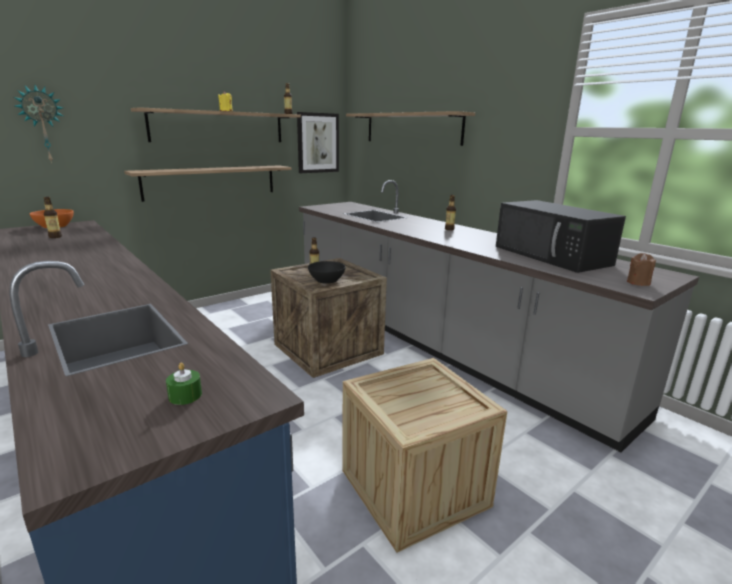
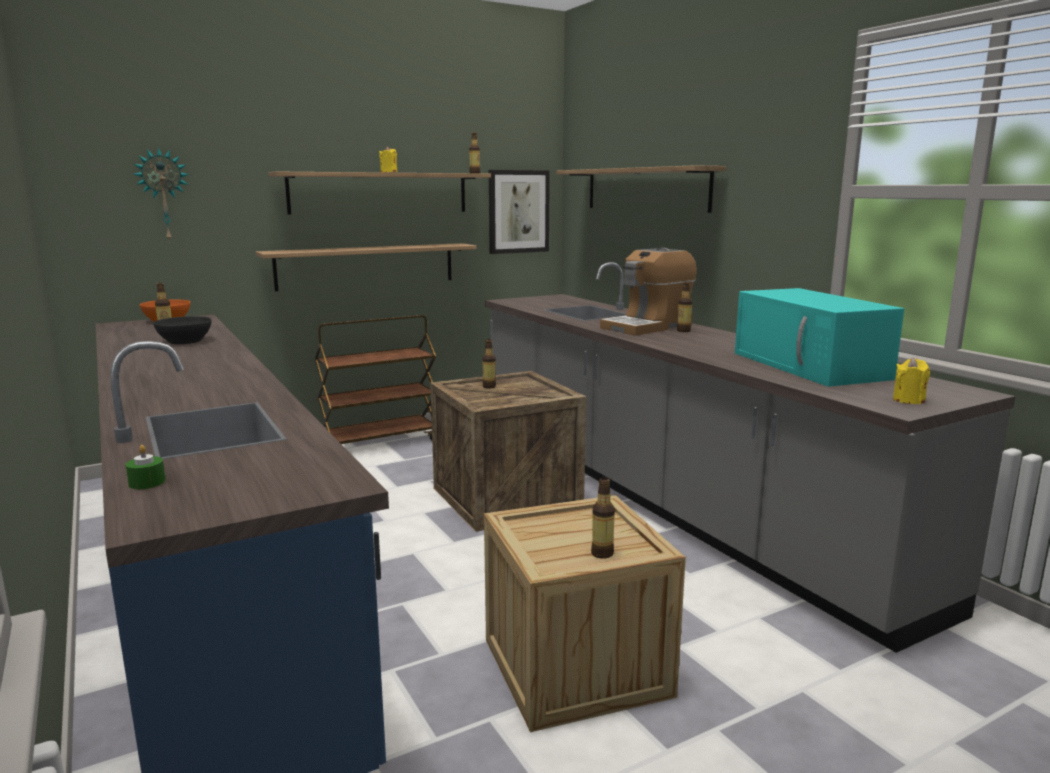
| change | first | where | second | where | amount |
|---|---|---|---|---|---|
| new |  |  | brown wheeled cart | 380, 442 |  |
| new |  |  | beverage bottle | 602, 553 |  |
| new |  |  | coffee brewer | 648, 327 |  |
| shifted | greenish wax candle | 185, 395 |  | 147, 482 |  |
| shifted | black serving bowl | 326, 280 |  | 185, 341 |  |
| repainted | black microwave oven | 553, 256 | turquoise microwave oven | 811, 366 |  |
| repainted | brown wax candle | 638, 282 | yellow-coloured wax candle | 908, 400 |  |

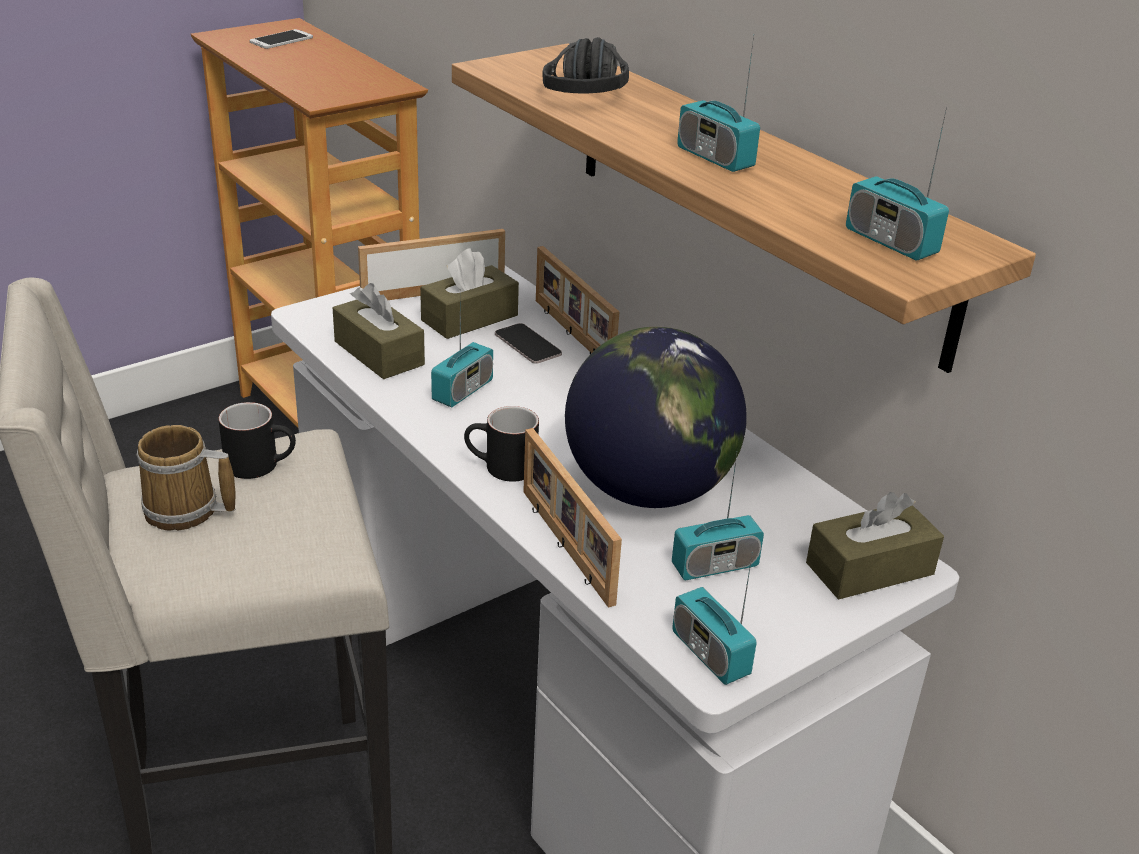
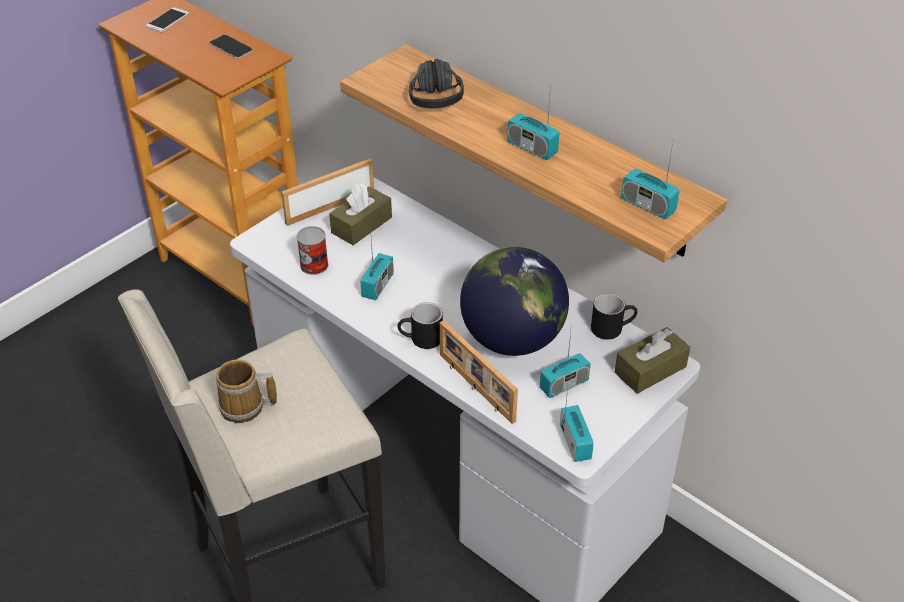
| change | first | where | second | where | amount |
|---|---|---|---|---|---|
| gone | photo frame | 571, 334 |  |  |  |
| shifted | black tea mug | 262, 464 |  | 612, 327 |  |
| shifted | phone | 527, 344 |  | 231, 47 |  |
| swapped | brown tissue holder | 379, 353 | sealed can | 314, 265 |  |
| rotated | radio set | 710, 654 |  | 575, 442 | 150 degrees counterclockwise |

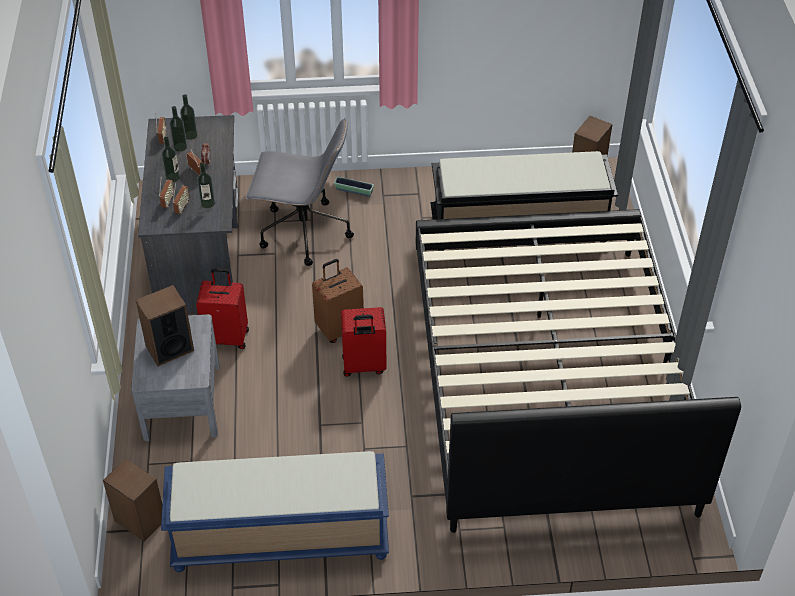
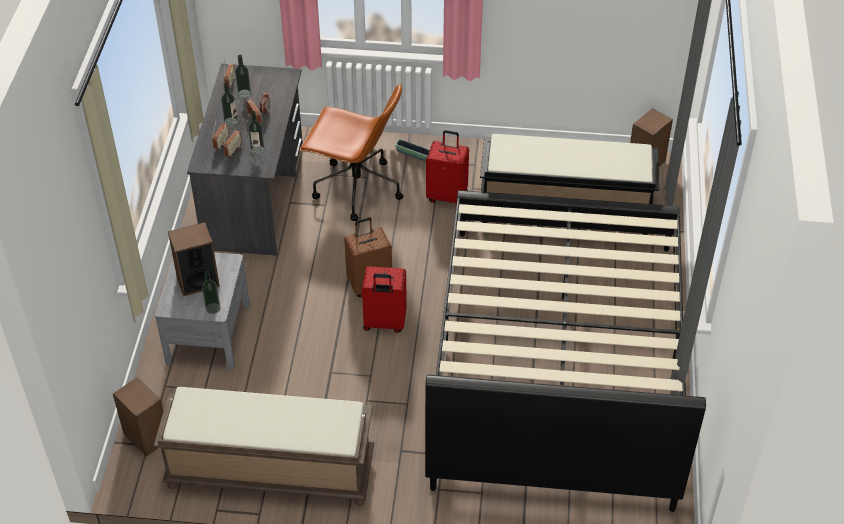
| change | first | where | second | where | amount |
|---|---|---|---|---|---|
| shifted | beverage bottle | 190, 135 |  | 213, 308 |  |
| shifted | red travel case | 227, 337 |  | 447, 196 |  |
| repainted | blue long seat | 279, 538 | brown long seat | 269, 471 |  |
| repainted | grey desk chair | 302, 232 | brown desk chair | 355, 188 |  |

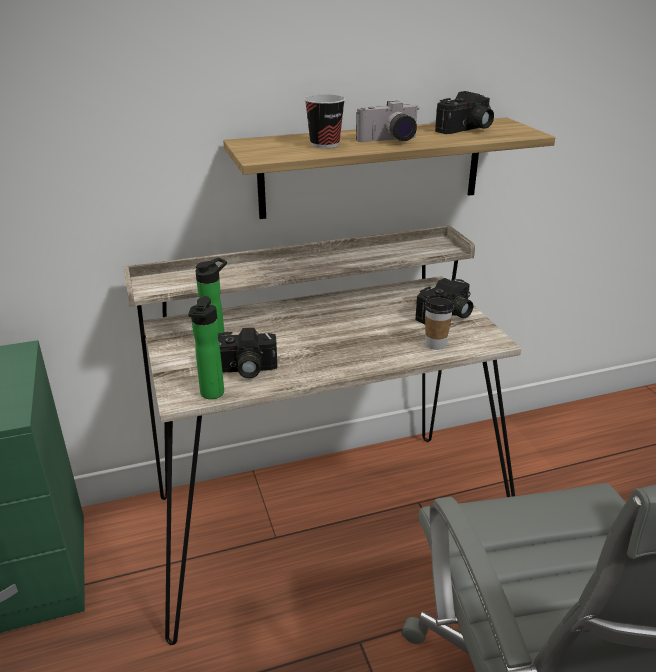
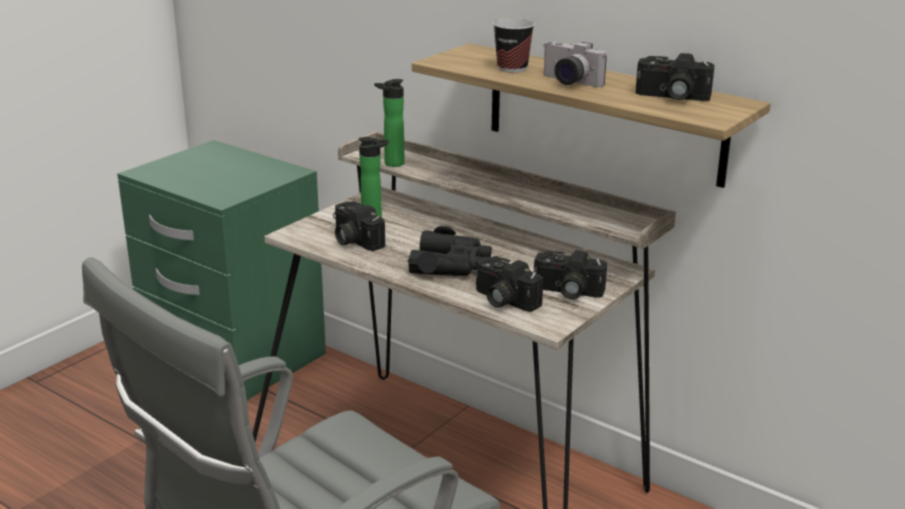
| change | first | where | second | where | amount |
|---|---|---|---|---|---|
| new |  |  | black pair of binoculars | 451, 265 |  |
| shifted | beverage bottle | 211, 395 |  | 391, 164 |  |
| swapped | small cup | 435, 344 | still camera | 502, 300 |  |

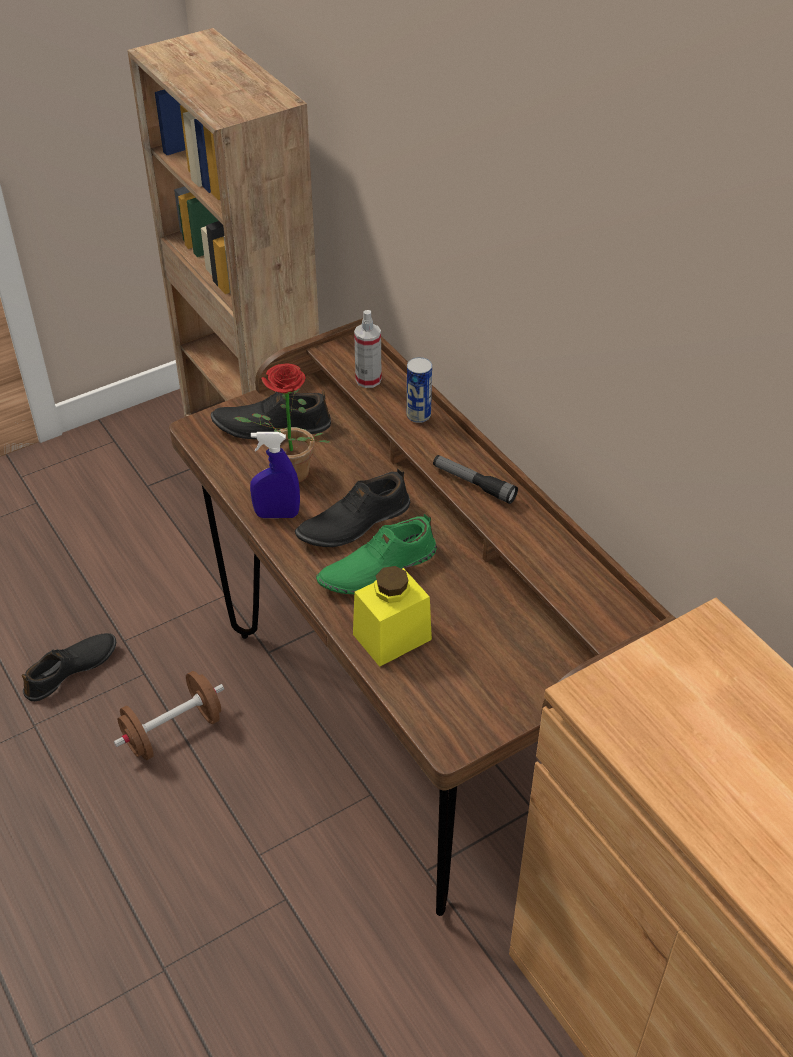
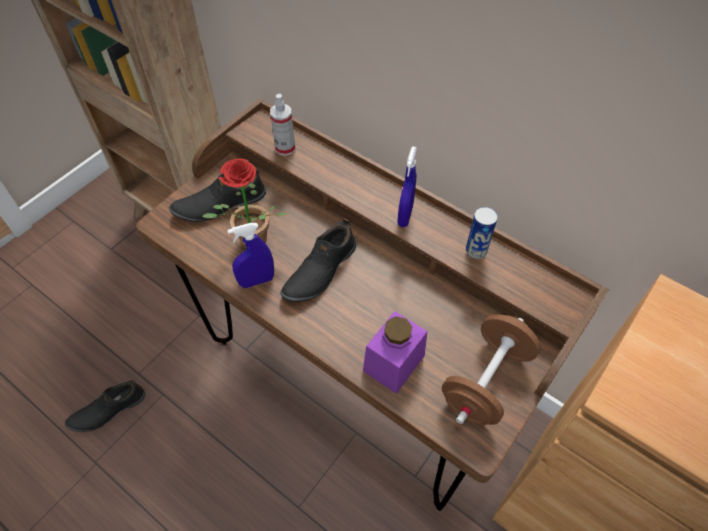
| change | first | where | second | where | amount |
|---|---|---|---|---|---|
| gone | greenish low shoe | 377, 568 |  |  |  |
| shifted | brown free weight | 173, 731 |  | 486, 381 |  |
| shifted | sealed can | 418, 415 |  | 476, 251 |  |
| swapped | torch | 473, 484 | blue spray bottle | 405, 215 |  |
| repainted | yellow-coloured preserve jar | 392, 637 | purplish preserve jar | 393, 363 |  |
| rotated | black low shoe | 71, 671 |  | 107, 409 | 150 degrees counterclockwise |

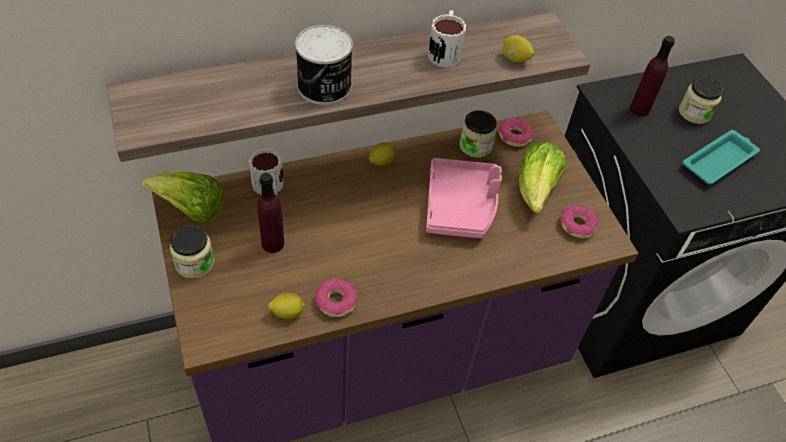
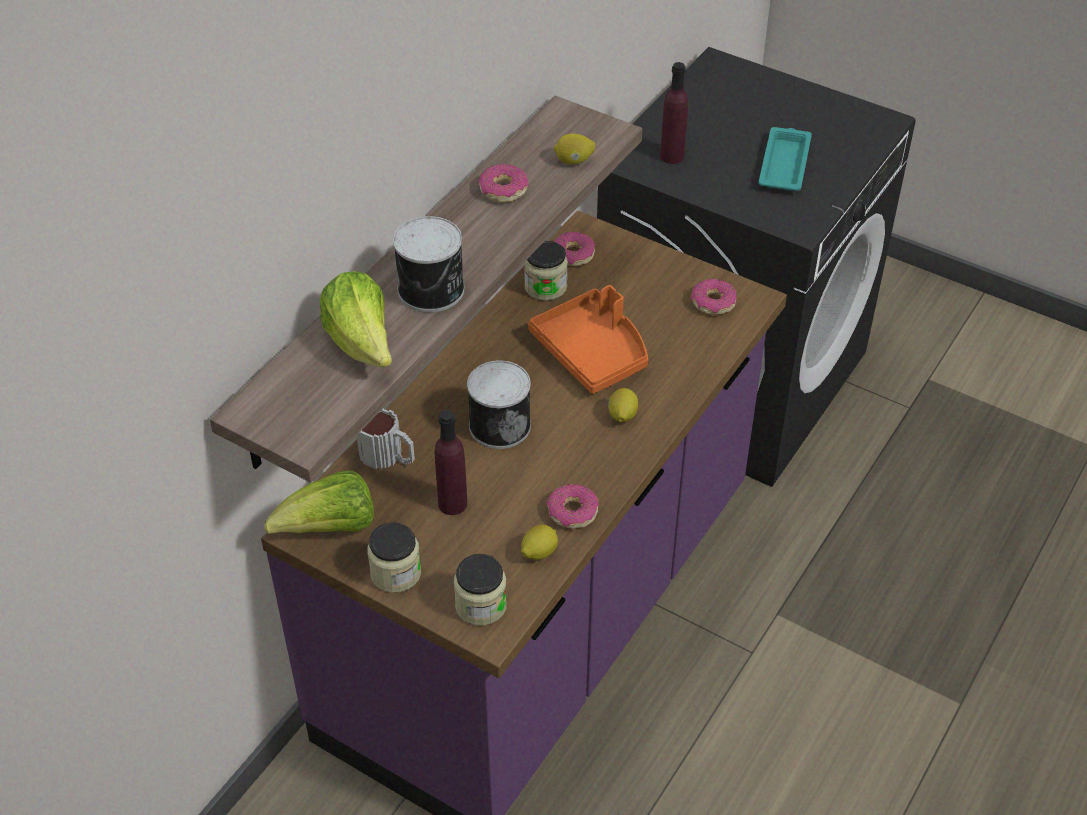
| change | first | where | second | where | amount |
|---|---|---|---|---|---|
| new |  |  | sealed can | 499, 424 |  |
| shifted | citrus fruit | 381, 162 |  | 622, 416 |  |
| shifted | lettuce | 536, 191 |  | 362, 344 |  |
| shifted | preserve jar | 694, 113 |  | 481, 605 |  |
| swapped | tea mug | 445, 51 | doughnut | 503, 190 |  |
| repainted | pinkish serving tray | 461, 206 | orangey serving tray | 593, 352 |  |

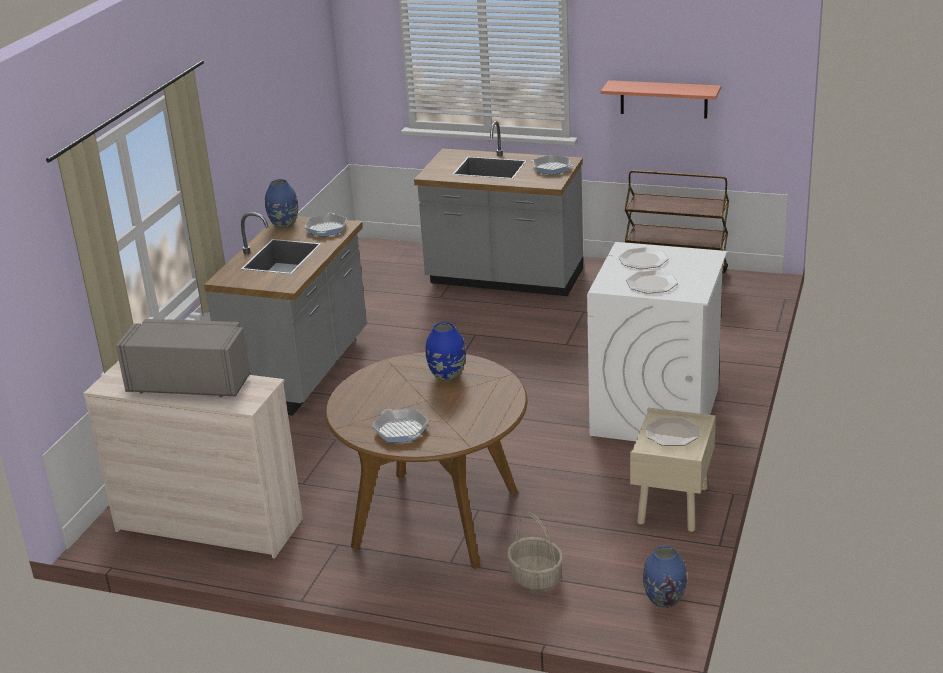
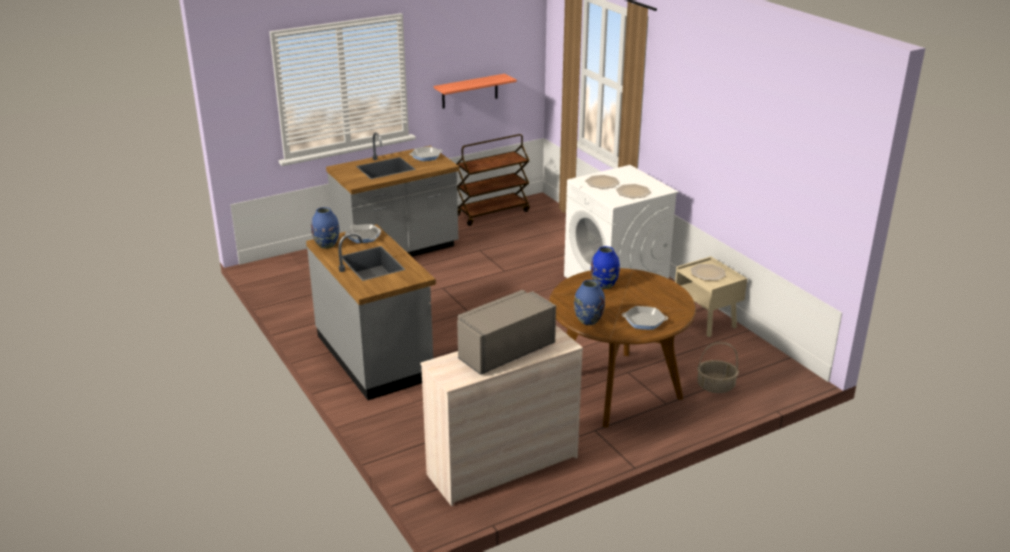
| change | first | where | second | where | amount |
|---|---|---|---|---|---|
| shifted | blue decorative vase | 664, 600 |  | 588, 320 |  |

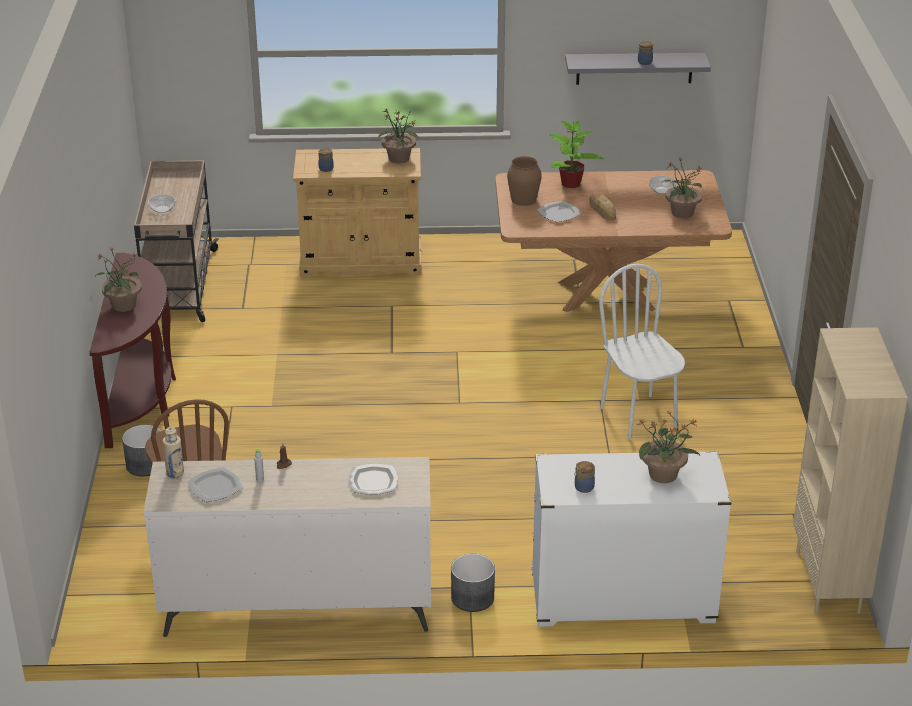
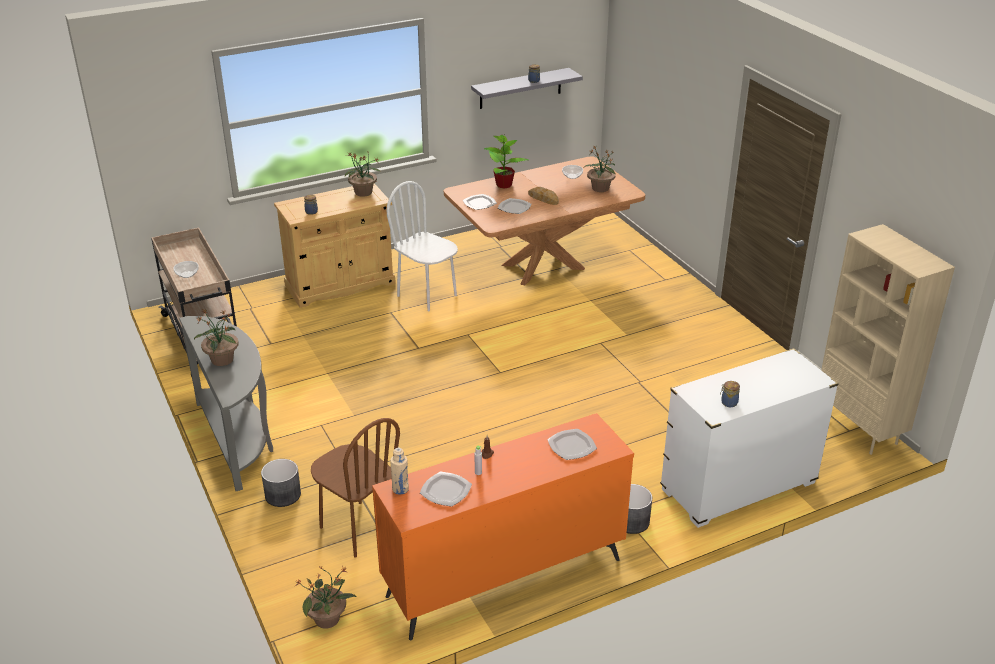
| change | first | where | second | where | amount |
|---|---|---|---|---|---|
| shifted | white-coloured chair | 639, 417 |  | 427, 295 |  |
| shifted | potted plant | 664, 475 |  | 328, 619 |  |
| swapped | brown decorative vase | 524, 199 | dinner plate | 480, 203 |  |
| repainted | brown hall table | 141, 398 | grey hall table | 237, 440 |  |
| repainted | beige-coloured chest of drawers | 296, 609 | orangey chest of drawers | 503, 577 |  |

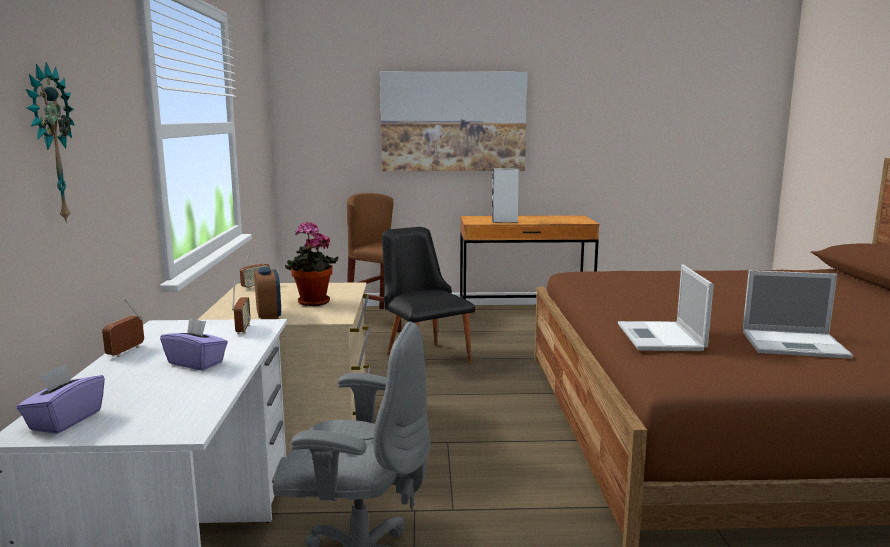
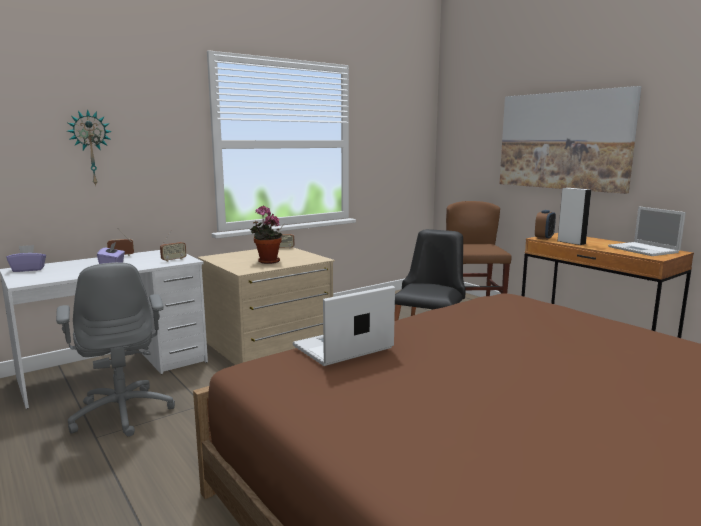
| change | first | where | second | where | amount |
|---|---|---|---|---|---|
| shifted | bedside clock | 269, 316 |  | 544, 238 |  |
| shifted | portable computer | 796, 344 |  | 644, 250 |  |

